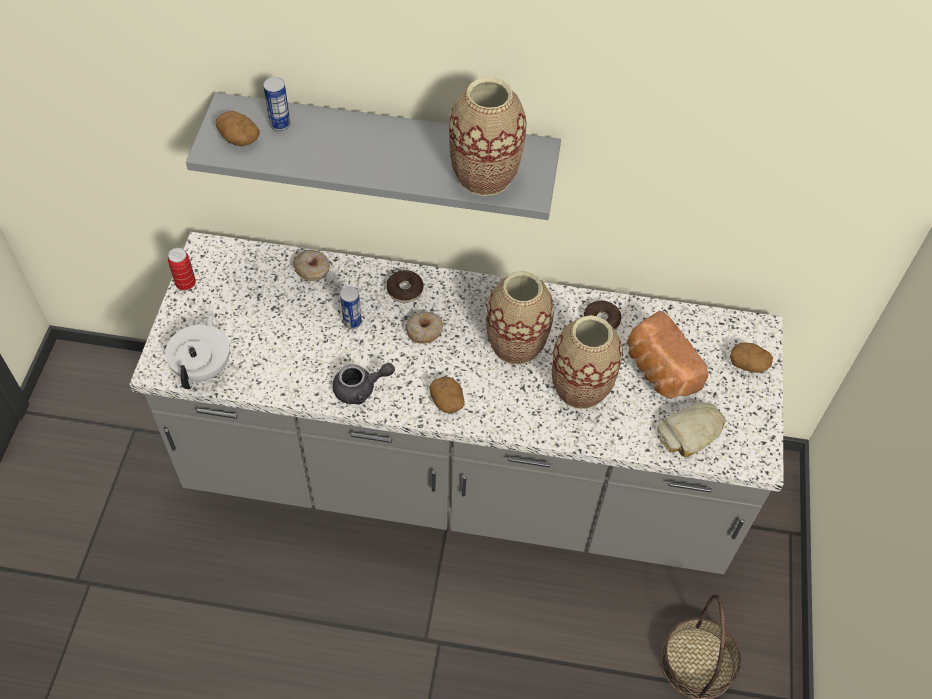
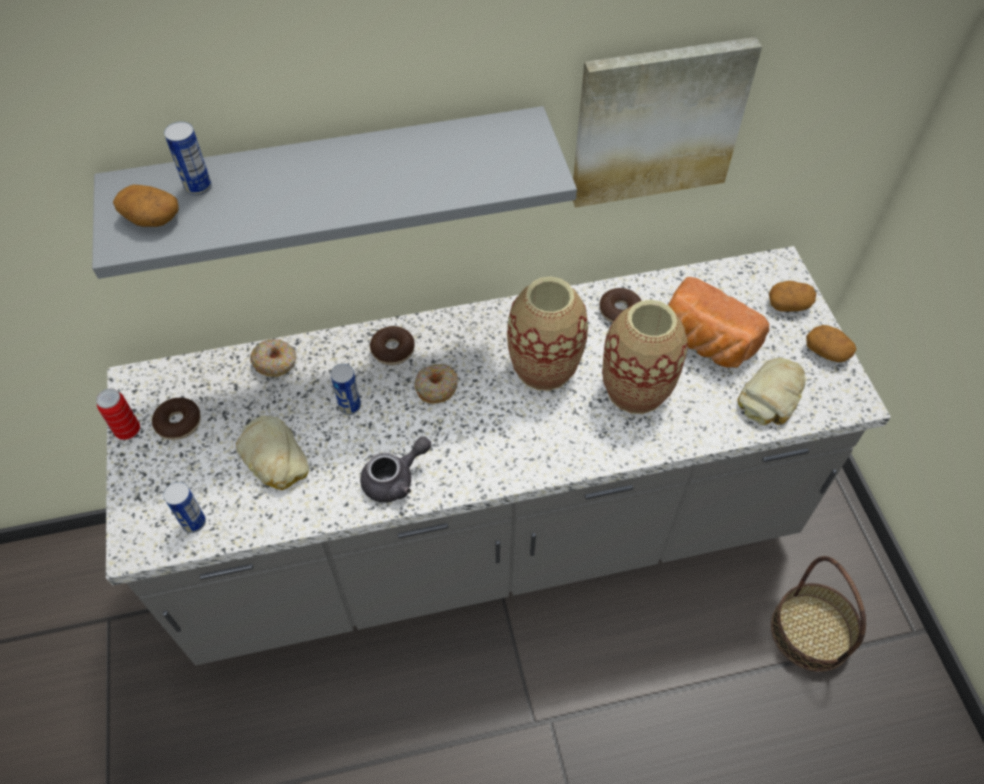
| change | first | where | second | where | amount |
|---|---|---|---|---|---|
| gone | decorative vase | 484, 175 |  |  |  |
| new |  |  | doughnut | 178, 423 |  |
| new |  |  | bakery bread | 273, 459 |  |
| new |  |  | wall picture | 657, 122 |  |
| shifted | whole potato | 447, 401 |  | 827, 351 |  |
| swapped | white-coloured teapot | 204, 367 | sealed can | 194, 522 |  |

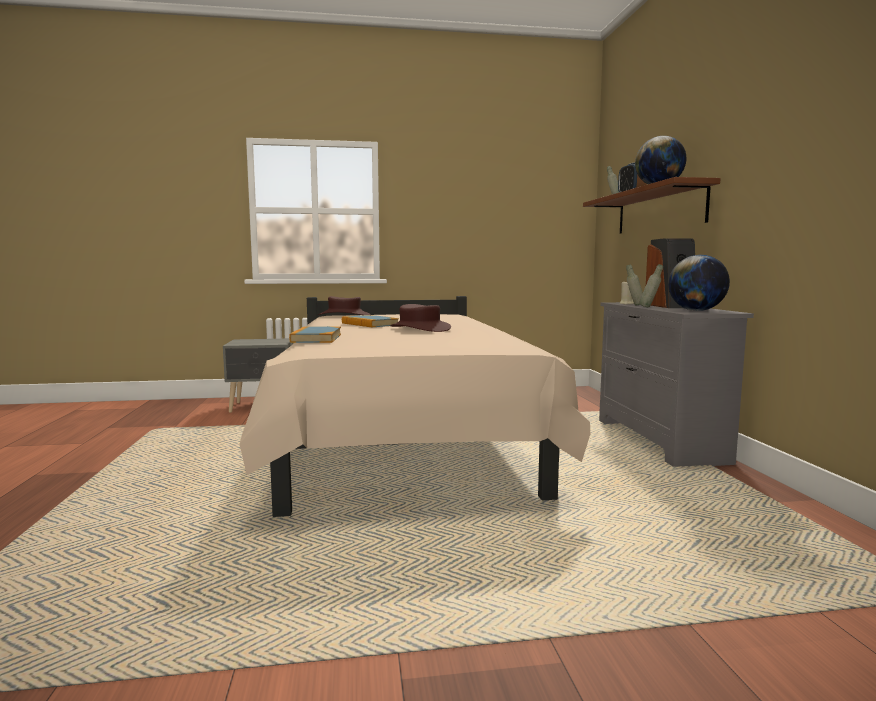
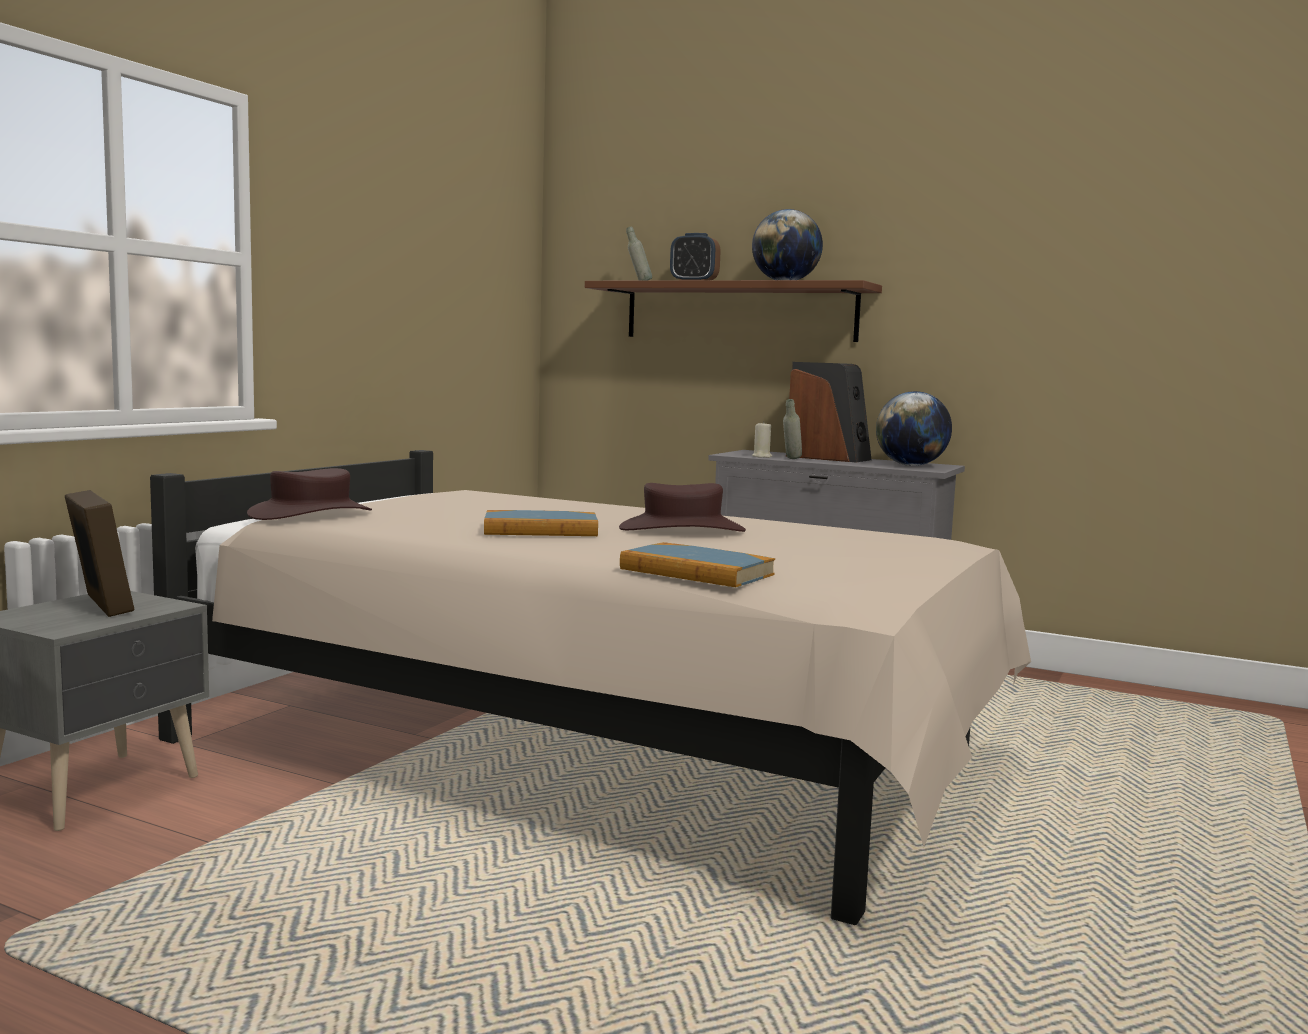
| change | first | where | second | where | amount |
|---|---|---|---|---|---|
| gone | grey beverage bottle | 650, 307 |  |  |  |
| new |  |  | photo frame | 101, 605 |  |

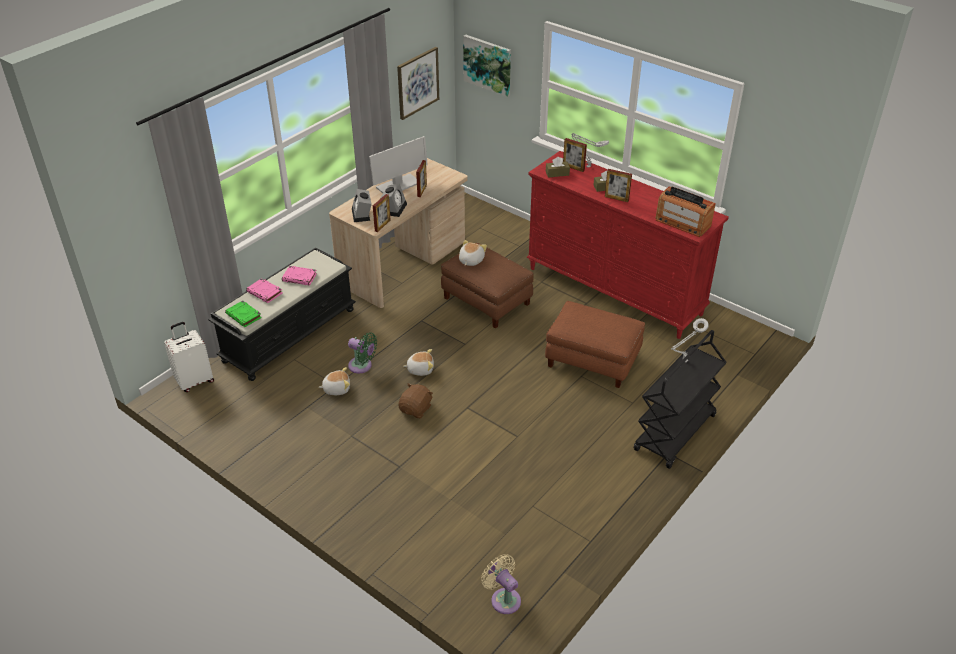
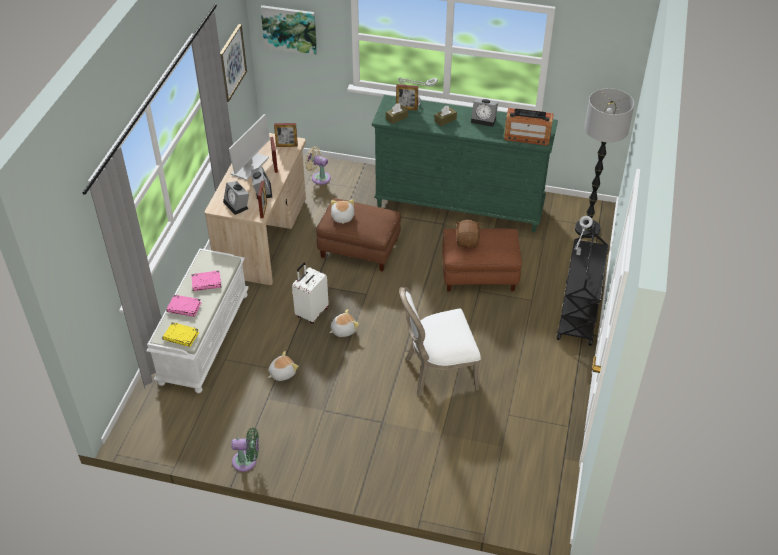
| change | first | where | second | where | amount |
|---|---|---|---|---|---|
| new |  |  | white-coloured chair | 437, 371 |  |
| new |  |  | bedside clock | 484, 119 |  |
| new |  |  | floor lamp | 587, 229 |  |
| shifted | white-coloured travel case | 194, 381 |  | 311, 312 |  |
| shifted | greenish fan | 362, 366 |  | 247, 461 |  |
| shifted | brown plush toy | 416, 409 |  | 467, 241 |  |
| shifted | beige-coloured fan | 503, 598 |  | 319, 177 |  |
| shifted | photo frame | 616, 198 |  | 287, 146 |  |
| repainted | black long seat | 289, 334 | white-coloured long seat | 204, 337 |  |
| repainted | greenish bound book | 244, 316 | yellow-coloured bound book | 181, 336 |  |
| repainted | red chest of drawers | 614, 291 | greenish chest of drawers | 460, 206 |  |

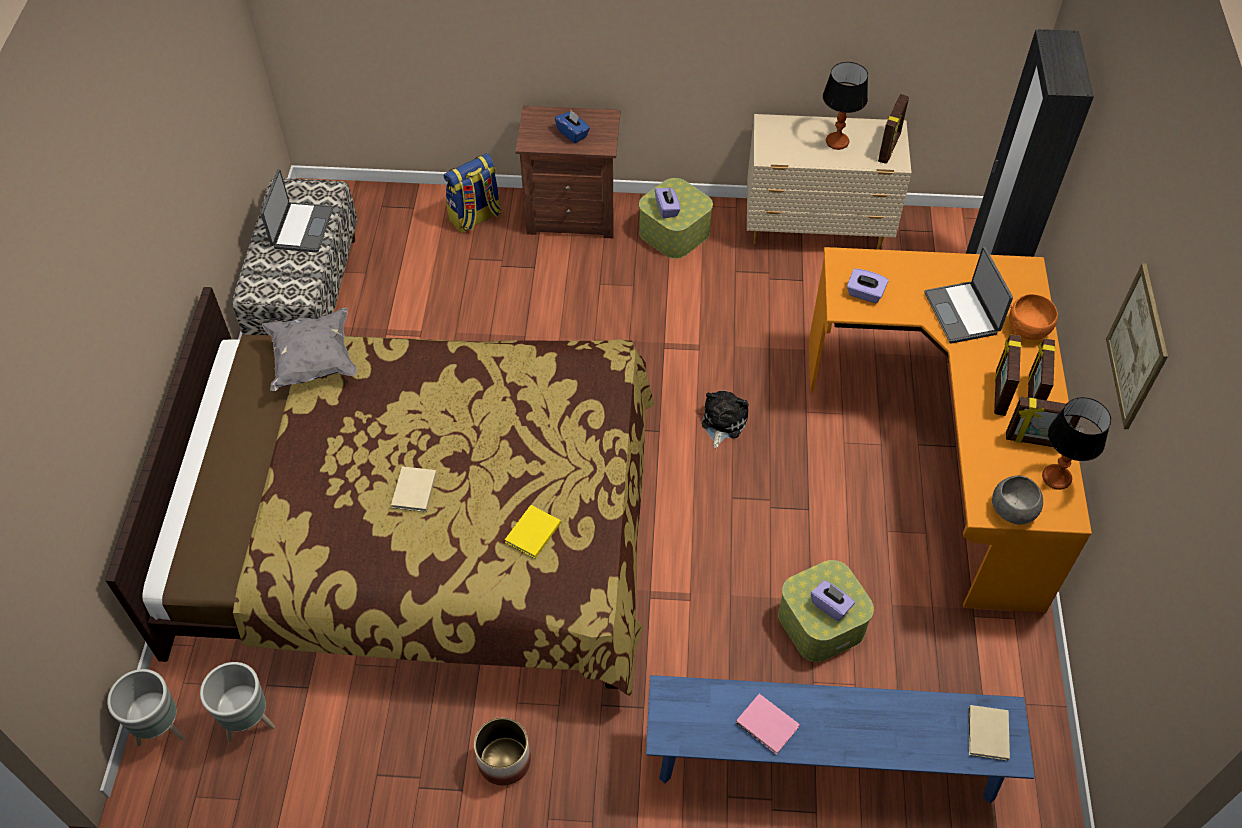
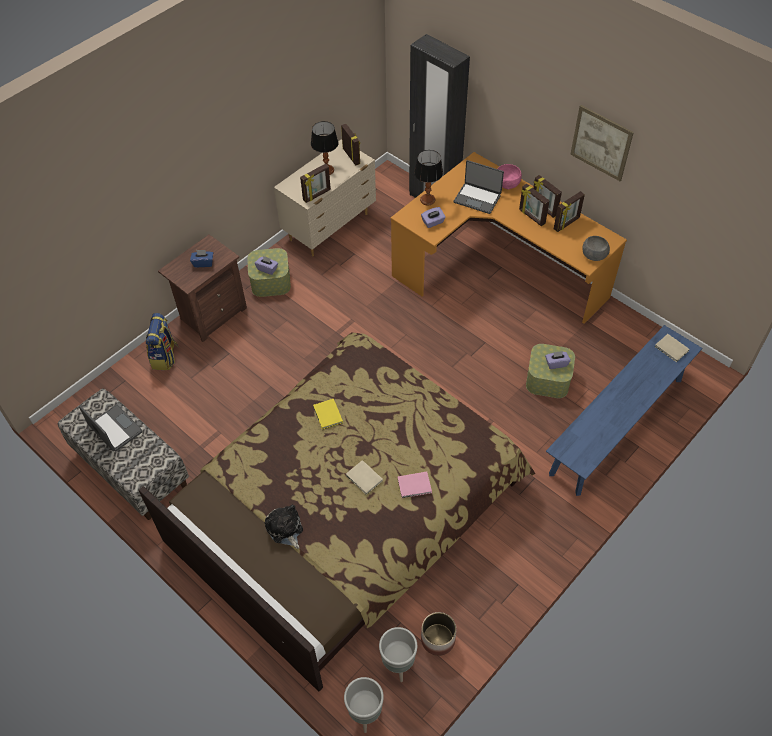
| change | first | where | second | where | amount |
|---|---|---|---|---|---|
| gone | grey cushion | 313, 361 |  |  |  |
| new |  |  | photo frame | 317, 195 |  |
| shifted | flower pot | 503, 760 |  | 437, 639 |  |
| shifted | yellow-coloured bound book | 531, 533 |  | 327, 415 |  |
| shifted | plush toy | 722, 422 |  | 285, 529 |  |
| shifted | pinkish bound book | 768, 726 |  | 415, 486 |  |
| shifted | lamp for a table | 1056, 477 |  | 427, 200 |  |
| repainted | orangey serving bowl | 1028, 328 | pinkish serving bowl | 507, 184 |  |

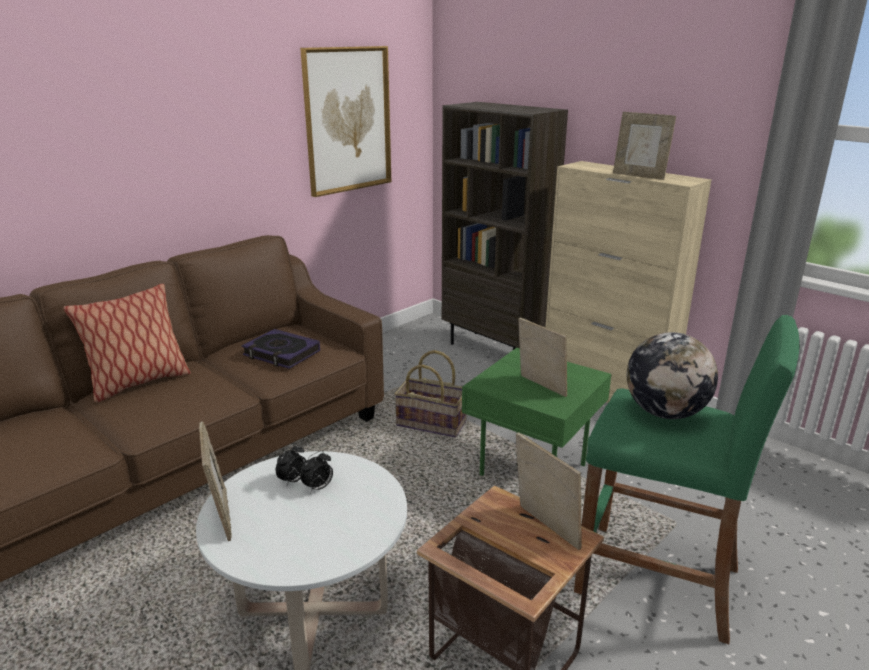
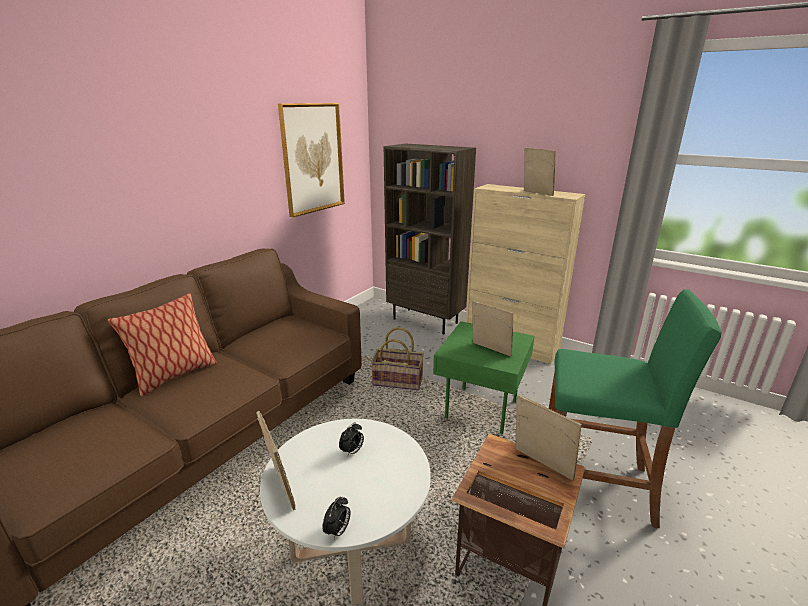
| change | first | where | second | where | amount |
|---|---|---|---|---|---|
| gone | bound book | 281, 353 |  |  |  |
| gone | desk globe | 665, 413 |  |  |  |
| shifted | bedside clock | 293, 481 |  | 338, 531 |  |
| rotated | photo frame | 639, 176 |  | 536, 193 | 150 degrees counterclockwise |

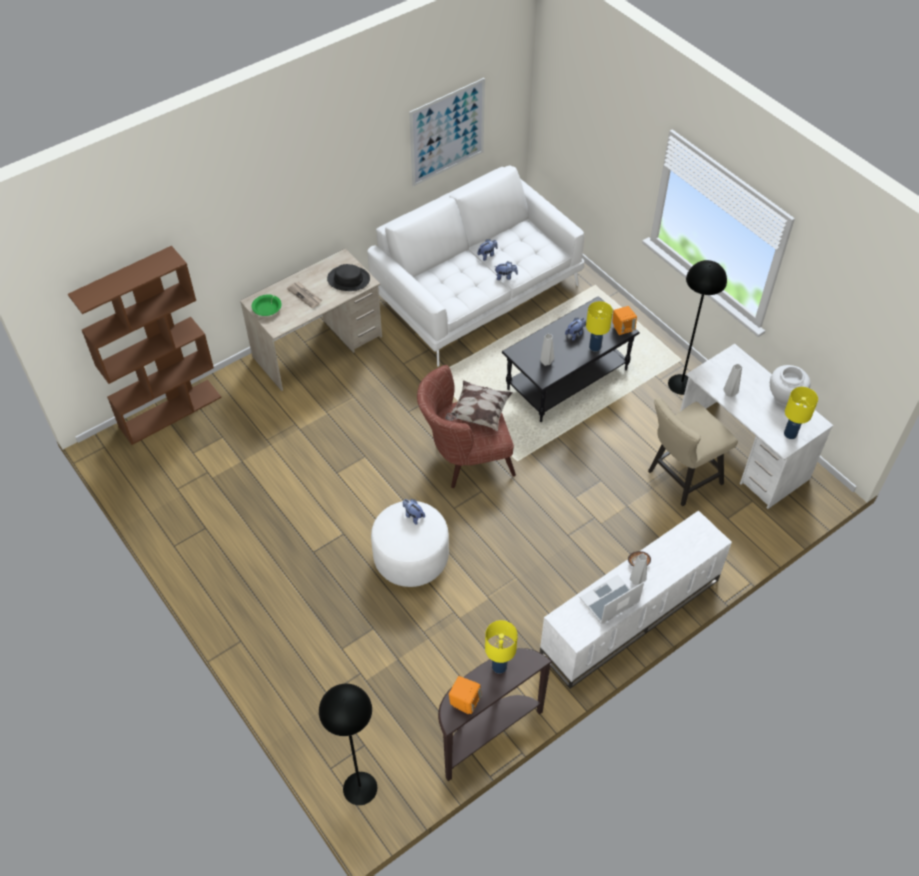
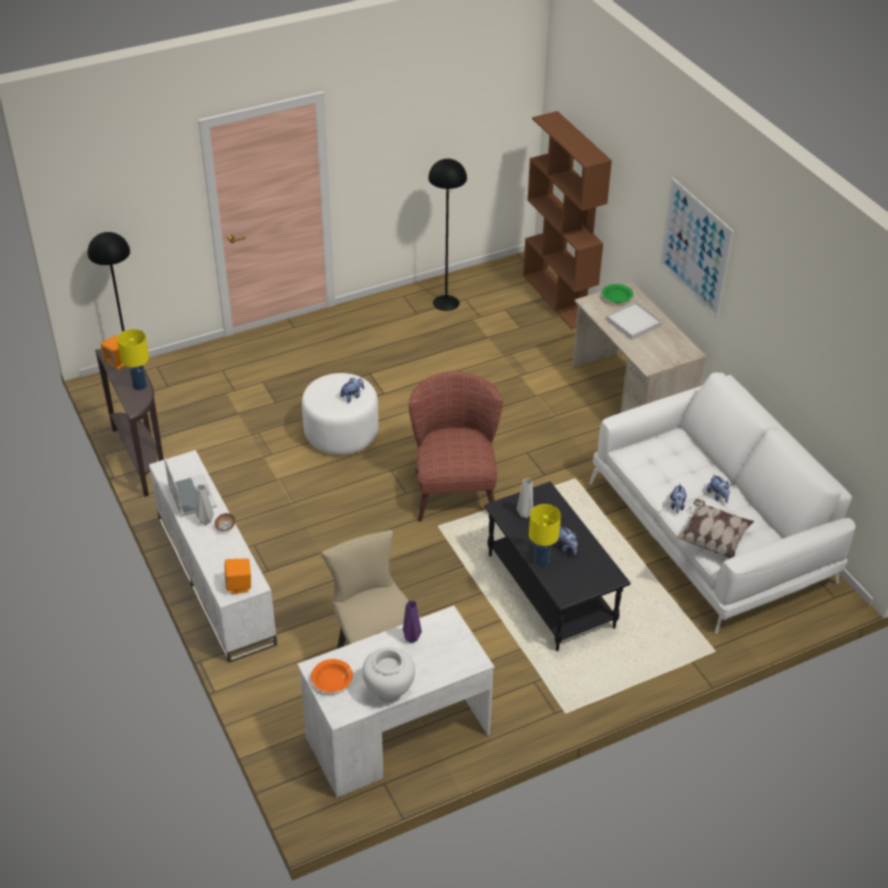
| change | first | where | second | where | amount |
|---|---|---|---|---|---|
| gone | black wearable hat | 348, 279 |  |  |  |
| shifted | wall picture | 447, 132 |  | 695, 248 |  |
| shifted | cushion | 478, 413 |  | 712, 539 |  |
| shifted | orangey loudspeaker | 622, 328 |  | 239, 586 |  |
| shifted | black floor lamp | 681, 384 |  | 445, 302 |  |
| swapped | daily paper | 305, 295 | white-coloured serving tray | 633, 323 |  |
| swapped | yellow-coloured lamp for a table | 790, 433 | orangey serving bowl | 332, 680 |  |
| repainted | grey decorative vase | 729, 393 | purplish decorative vase | 412, 638 |  |

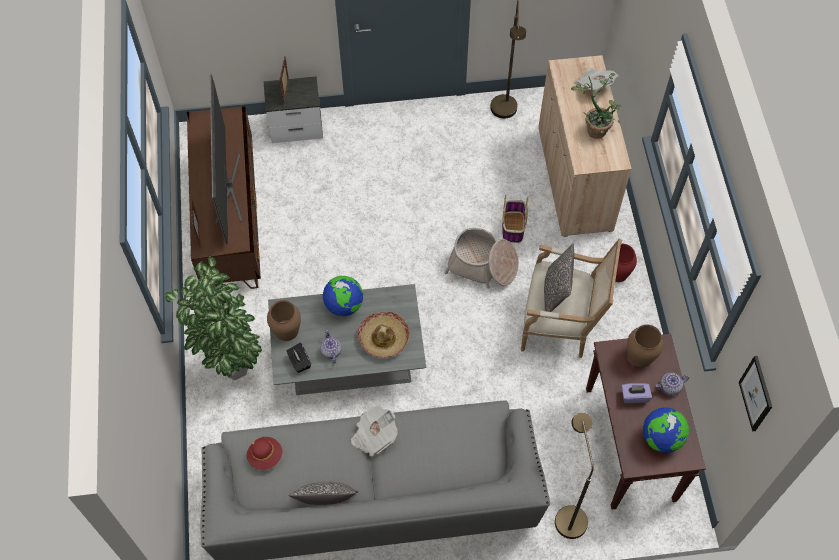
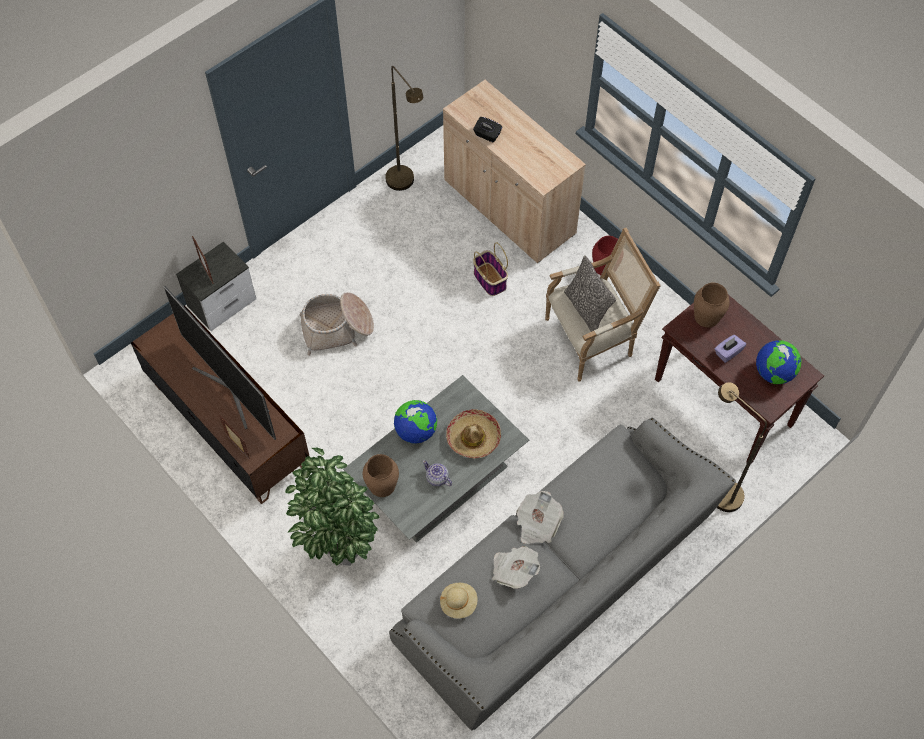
| change | first | where | second | where | amount |
|---|---|---|---|---|---|
| gone | cushion | 326, 502 |  |  |  |
| gone | potted plant | 596, 127 |  |  |  |
| gone | teapot | 670, 387 |  |  |  |
| gone | wall picture | 756, 393 |  |  |  |
| shifted | black tissue holder | 299, 362 |  | 487, 135 |  |
| shifted | basket | 483, 265 |  | 337, 328 |  |
| shifted | daily paper | 595, 85 |  | 514, 570 |  |
| repainted | red wearable hat | 265, 456 | beige-coloured wearable hat | 458, 603 |  |

